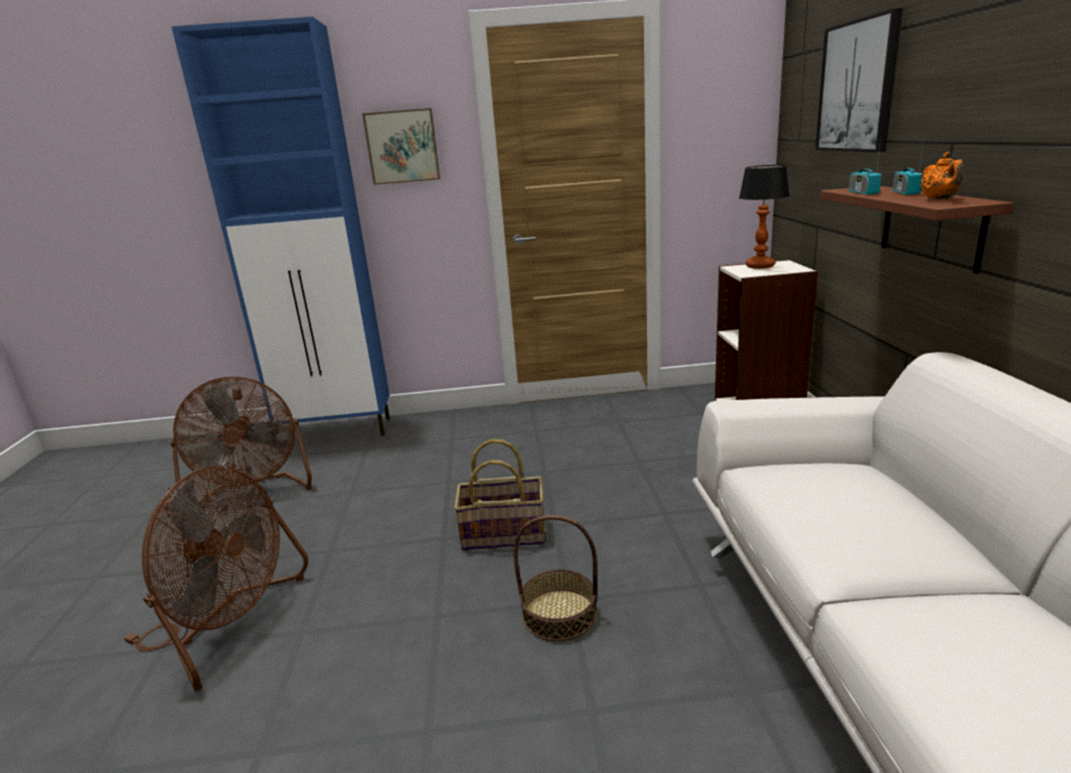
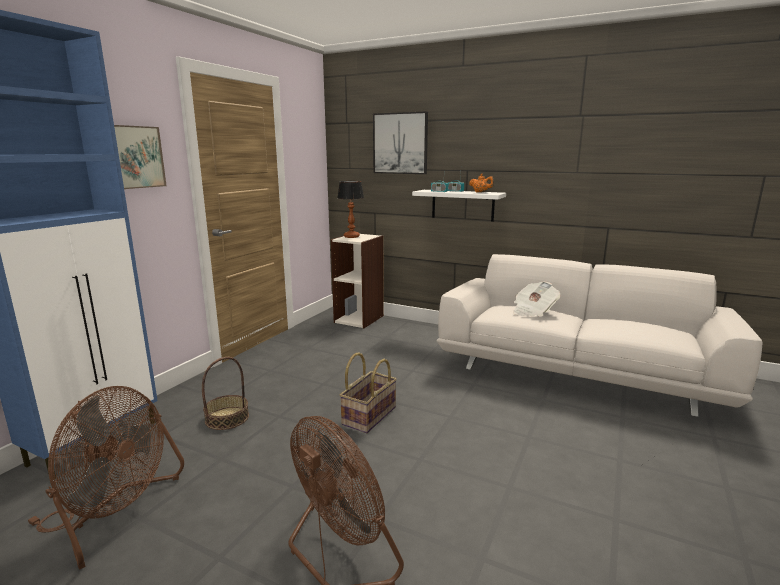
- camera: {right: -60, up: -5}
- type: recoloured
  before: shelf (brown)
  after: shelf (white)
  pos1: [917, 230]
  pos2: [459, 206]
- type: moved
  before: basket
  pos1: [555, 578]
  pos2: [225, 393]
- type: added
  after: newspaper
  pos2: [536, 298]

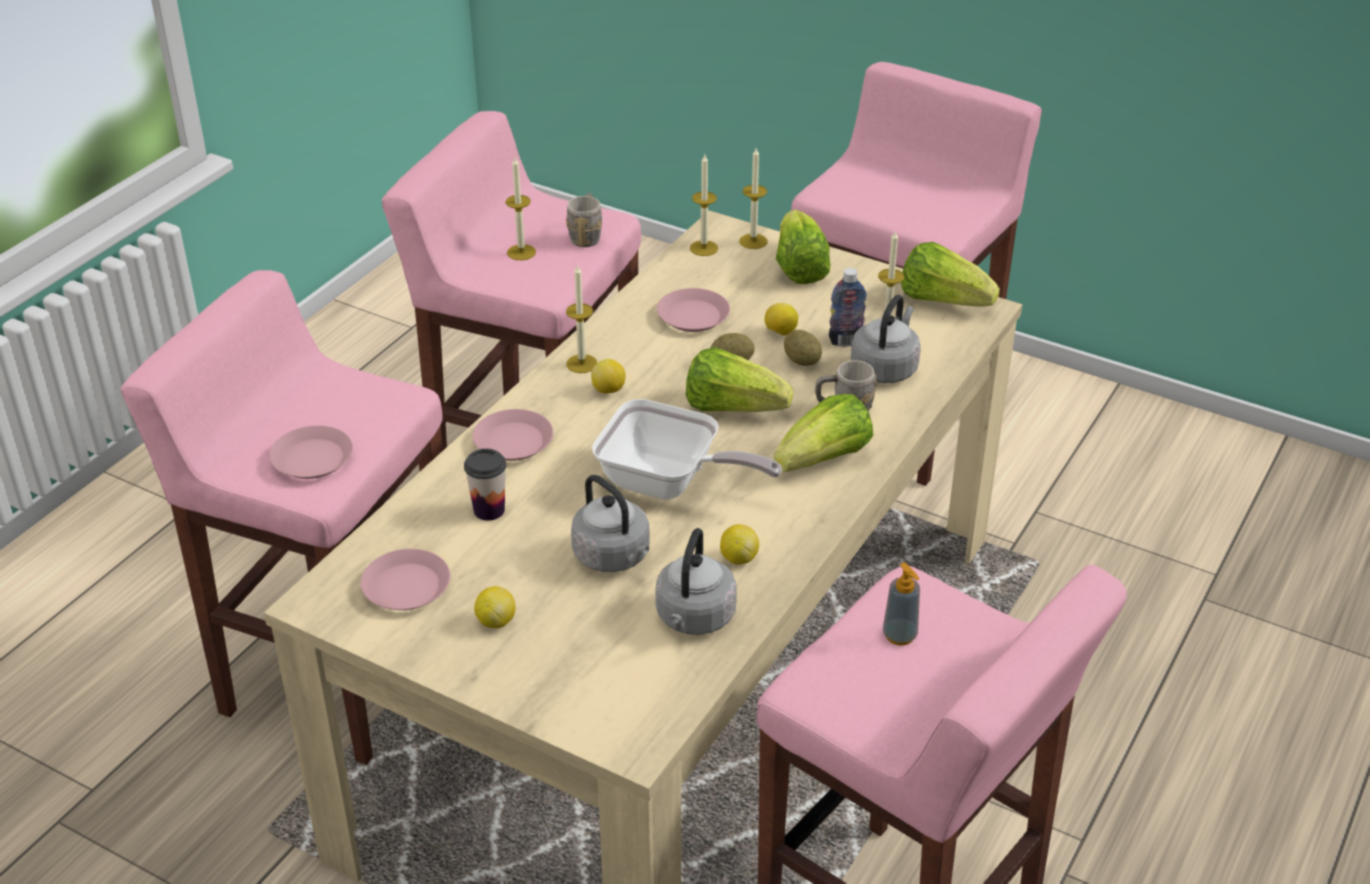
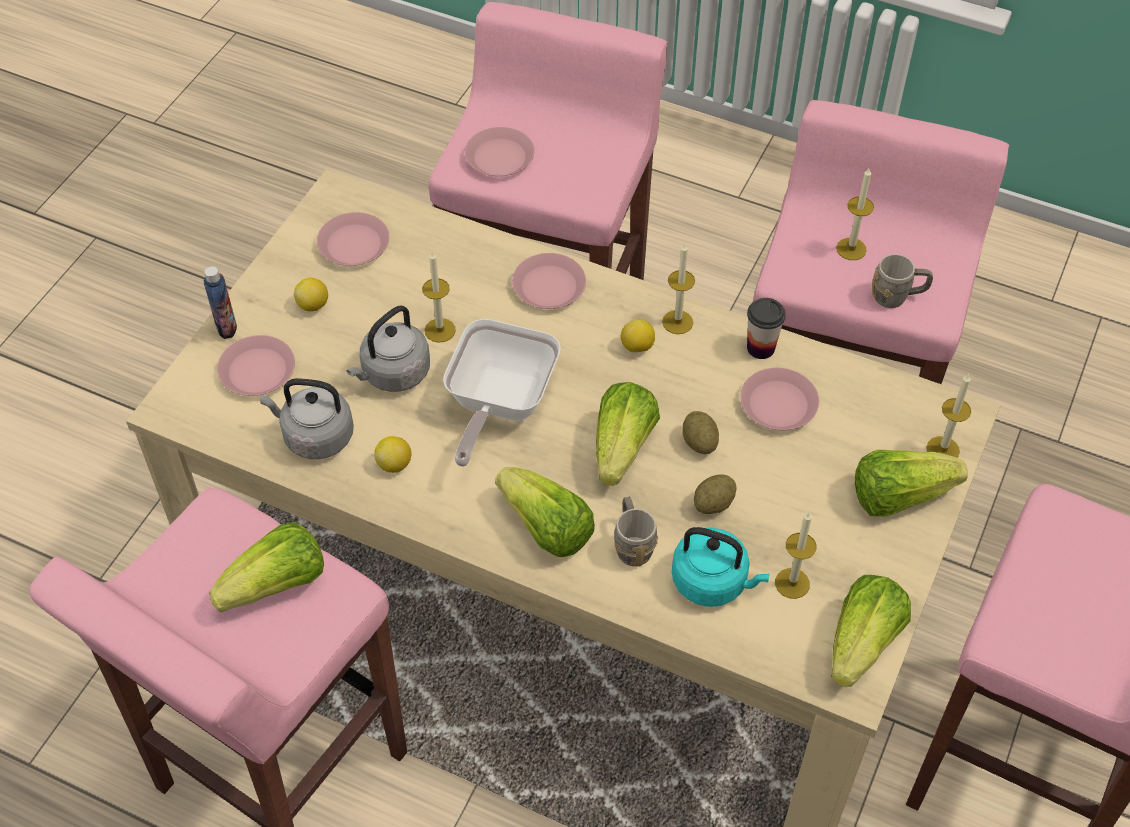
- camera: {right: 85, up: 15}
- type: moved
  before: candle
  pos1: [704, 205]
  pos2: [439, 297]
- type: moved
  before: bottle
  pos1: [848, 307]
  pos2: [220, 302]
- type: recoloured
  before: kettle (grey)
  after: kettle (turquoise)
  pos1: [886, 339]
  pos2: [720, 567]
- type: removed
  before: lemon
  pos1: [781, 319]
- type: moved
  before: cup
  pos1: [485, 485]
  pos2: [766, 328]
- type: replaced
  before: soap dispenser
  after: lettuce
  pos1: [901, 604]
  pos2: [266, 567]
- type: added
  after: plate (pink)
  pos2: [256, 365]

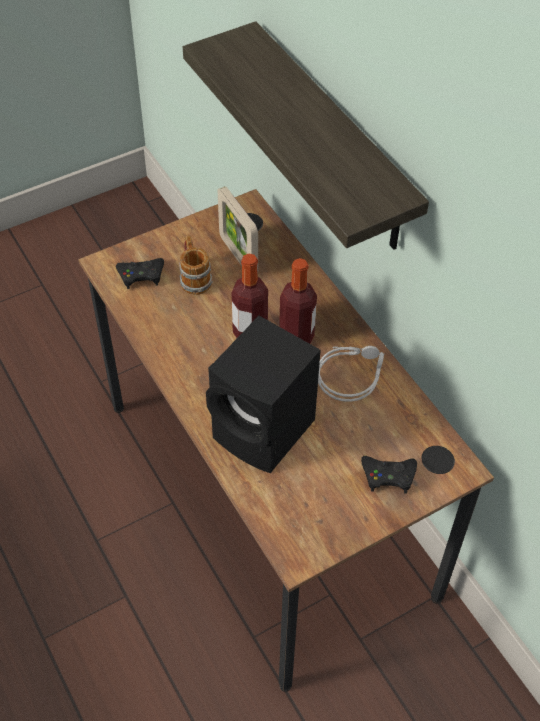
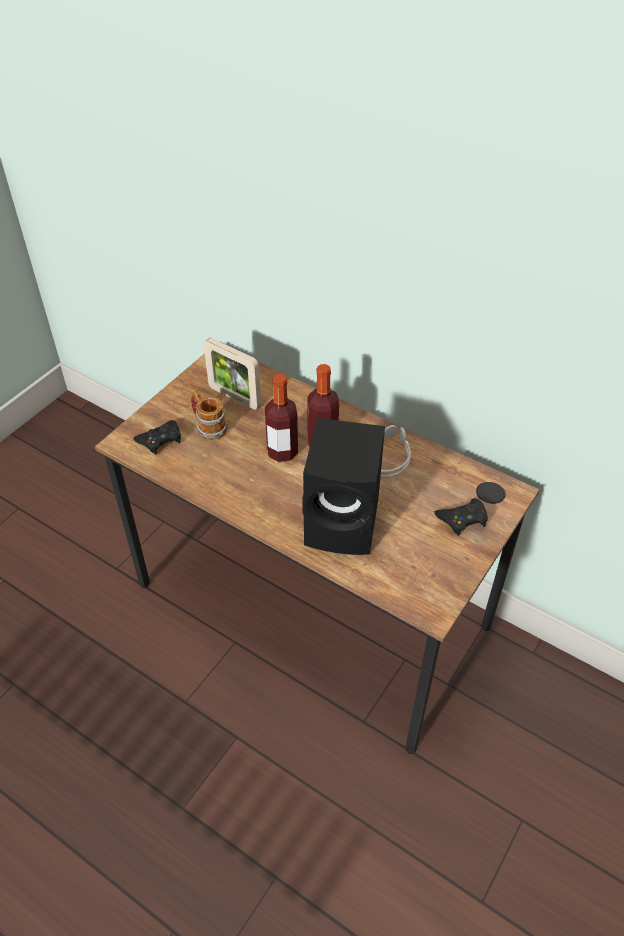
- camera: {right: -25, up: -5}
- type: removed
  before: shelf
  pos1: [306, 135]

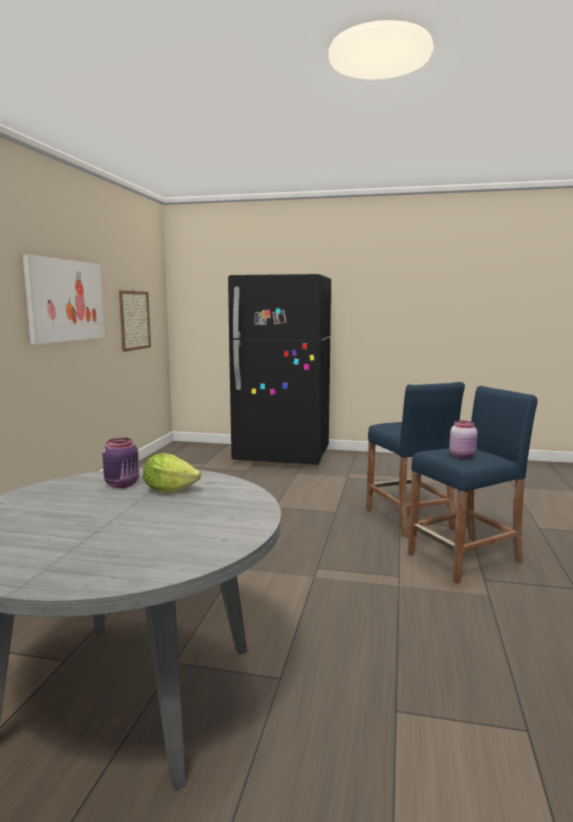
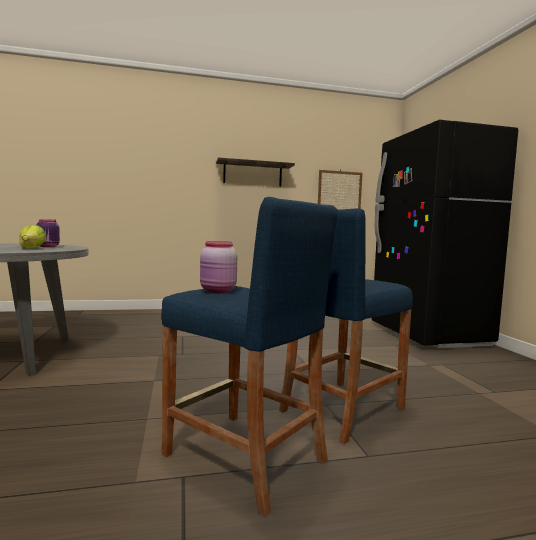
- camera: {right: 65, up: -5}
- type: replaced
  before: picture
  after: shelf
  pos1: [64, 299]
  pos2: [255, 172]

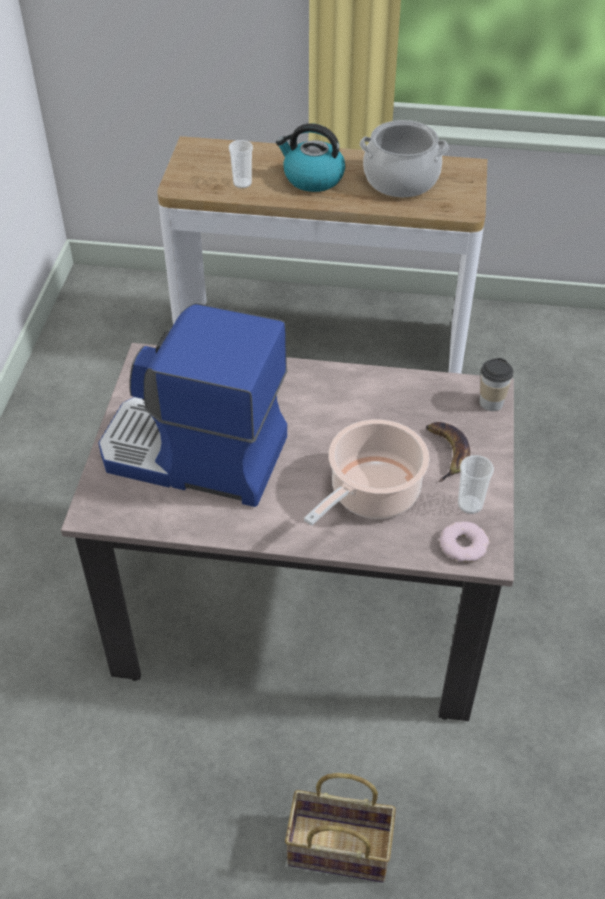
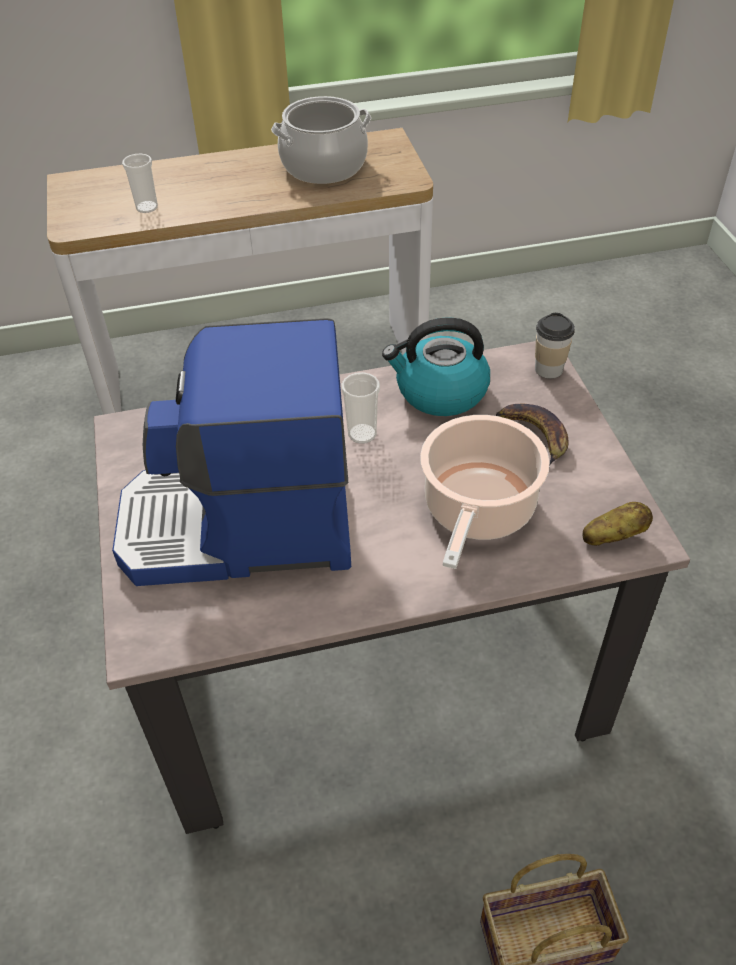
- camera: {right: -20, up: 0}
- type: moved
  before: kettle
  pos1: [310, 157]
  pos2: [436, 367]
- type: moved
  before: cup
  pos1: [476, 484]
  pos2: [360, 408]
- type: replaced
  before: donut
  after: potato
  pos1: [464, 541]
  pos2: [617, 524]

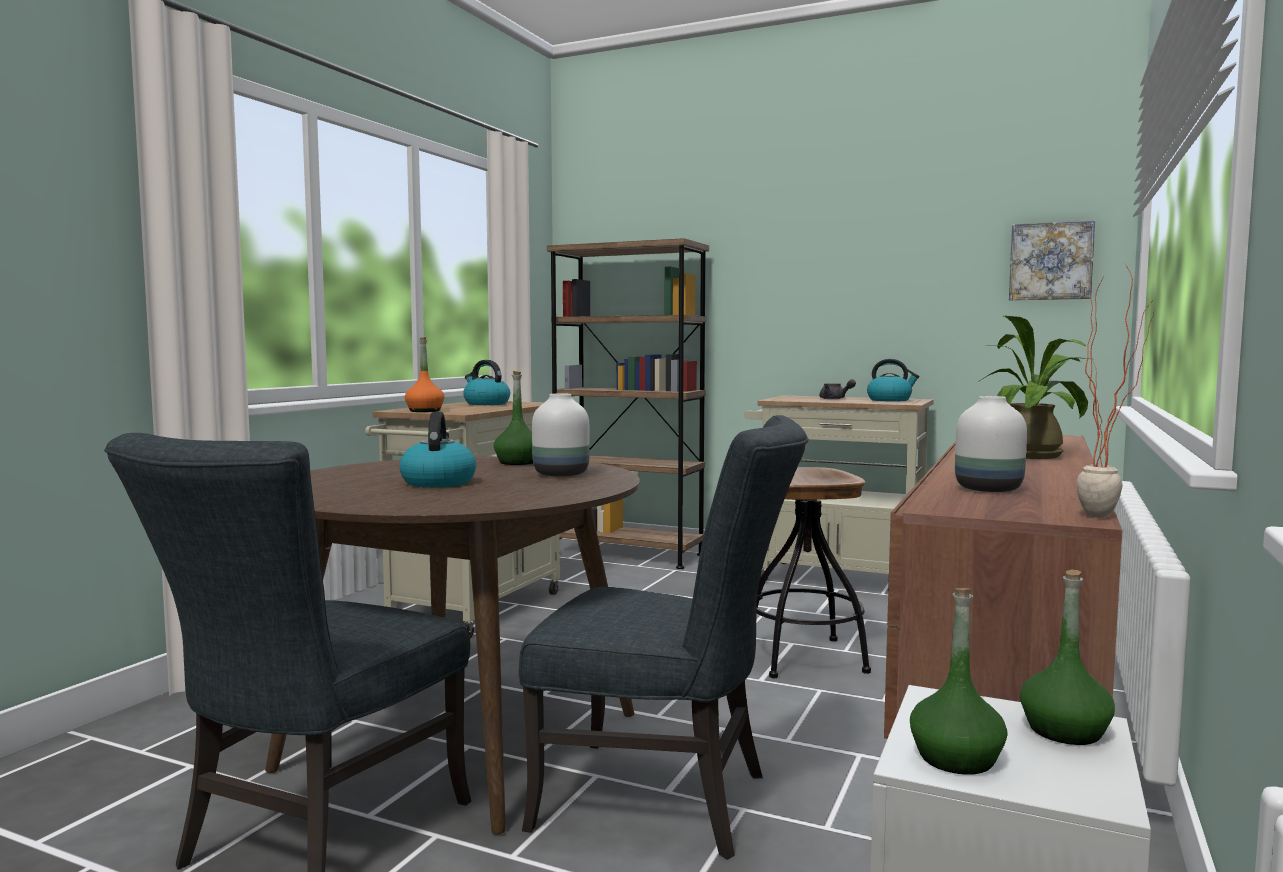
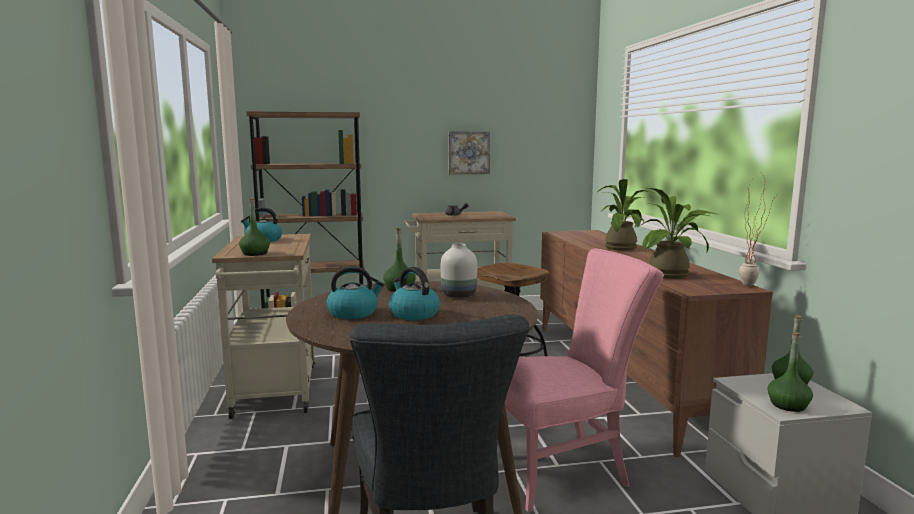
- camera: {right: -35, up: 5}
- type: moved
  before: picture
  pos1: [1052, 260]
  pos2: [469, 153]
- type: recoloured
  before: bottle (orange)
  after: bottle (green)
  pos1: [424, 374]
  pos2: [254, 227]
- type: moved
  before: kettle
  pos1: [893, 380]
  pos2: [355, 292]
- type: replaced
  before: vase (white)
  after: potted plant
  pos1: [991, 444]
  pos2: [679, 233]
- type: recoloured
  before: chair (grey)
  after: chair (pink)
  pos1: [663, 637]
  pos2: [584, 380]

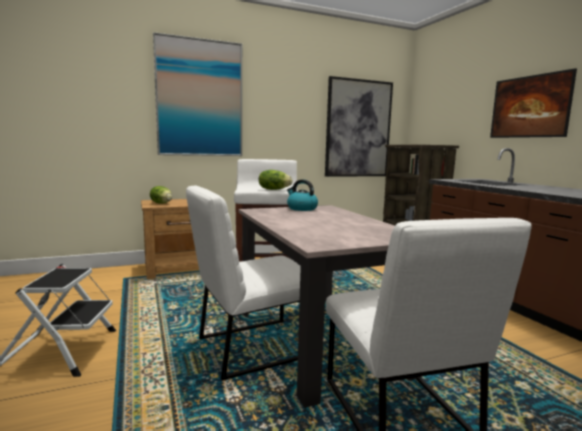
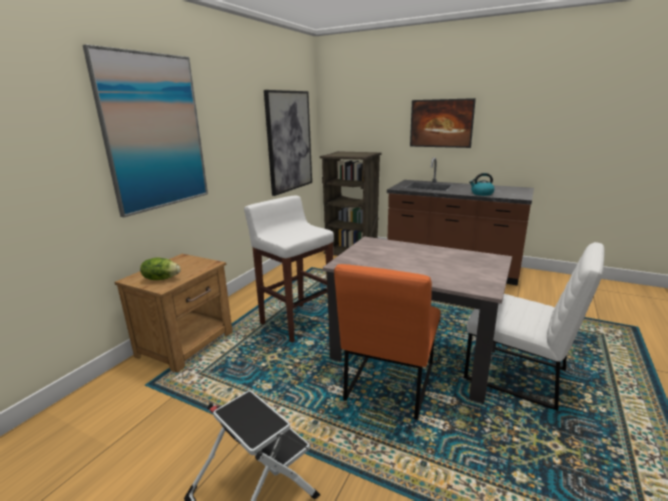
- camera: {right: -40, up: 10}
- type: removed
  before: lettuce
  pos1: [276, 180]
- type: moved
  before: kettle
  pos1: [302, 195]
  pos2: [482, 184]
- type: recoloured
  before: chair (white)
  after: chair (orange)
  pos1: [243, 282]
  pos2: [387, 342]

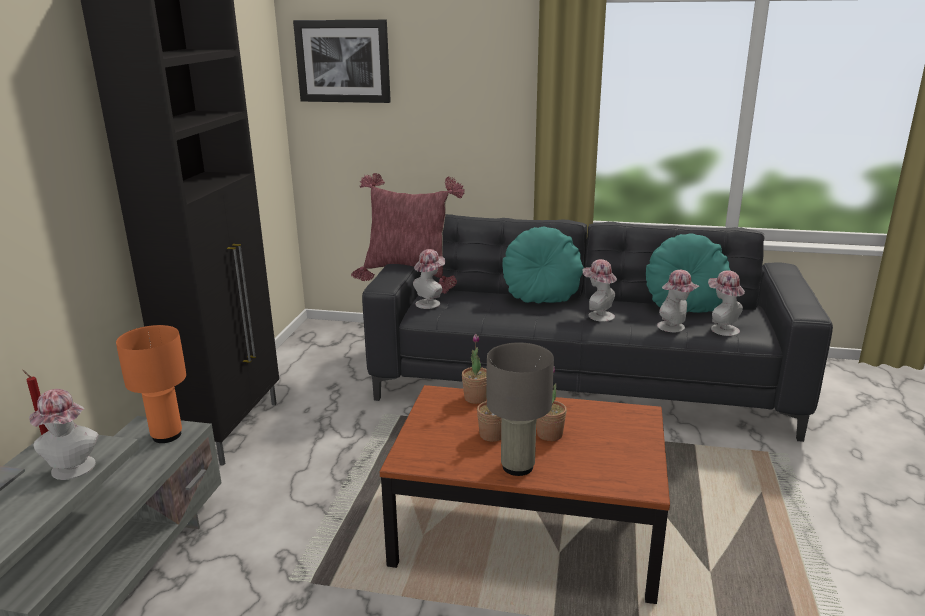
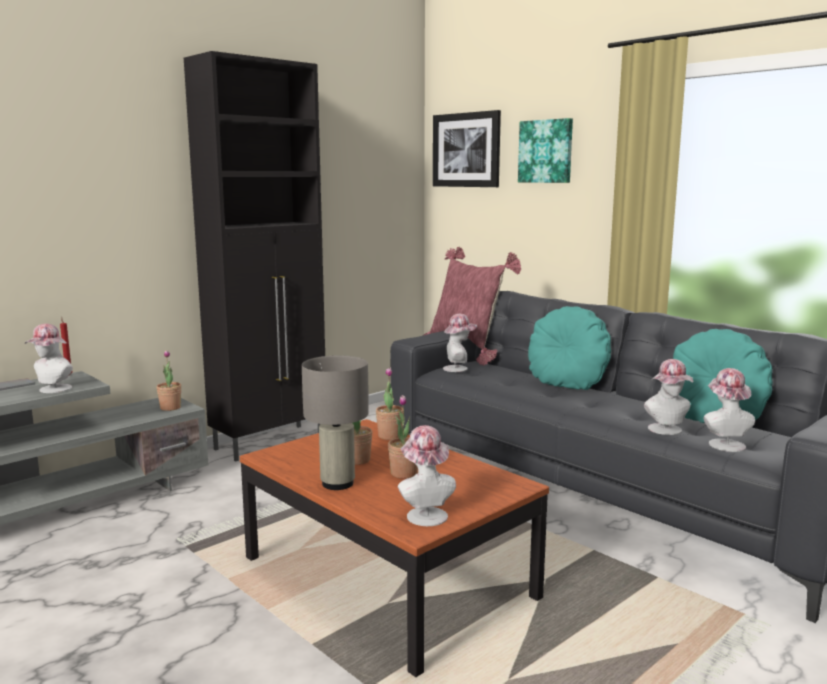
- camera: {right: 35, up: -10}
- type: moved
  before: hat
  pos1: [600, 290]
  pos2: [427, 475]
- type: replaced
  before: table lamp (orange)
  after: potted plant
  pos1: [151, 384]
  pos2: [168, 380]
- type: added
  after: picture
  pos2: [545, 150]

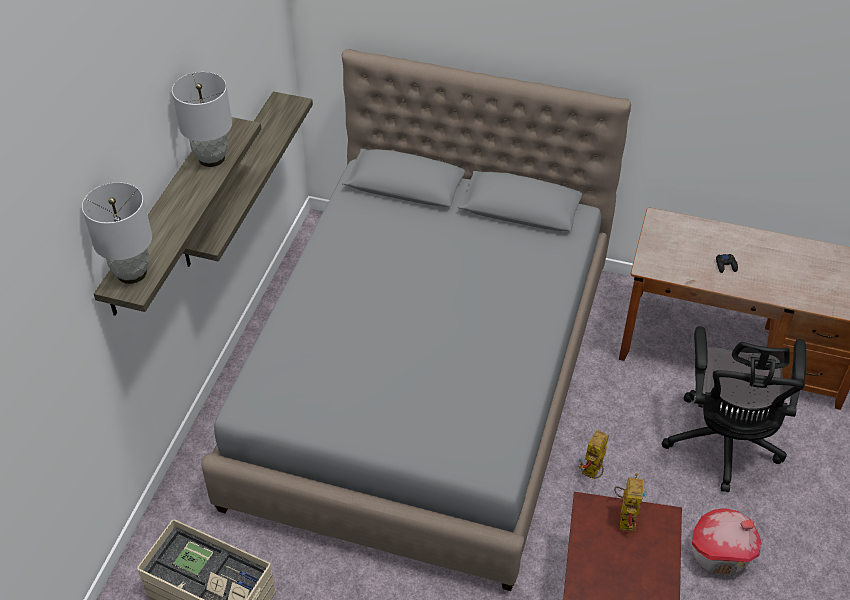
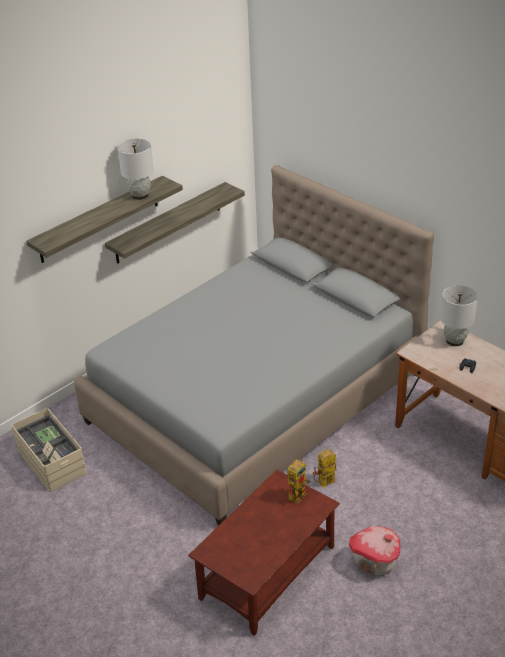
- camera: {right: 30, up: -10}
- type: moved
  before: table lamp (white)
  pos1: [117, 233]
  pos2: [459, 315]
- type: removed
  before: office chair
  pos1: [734, 409]

